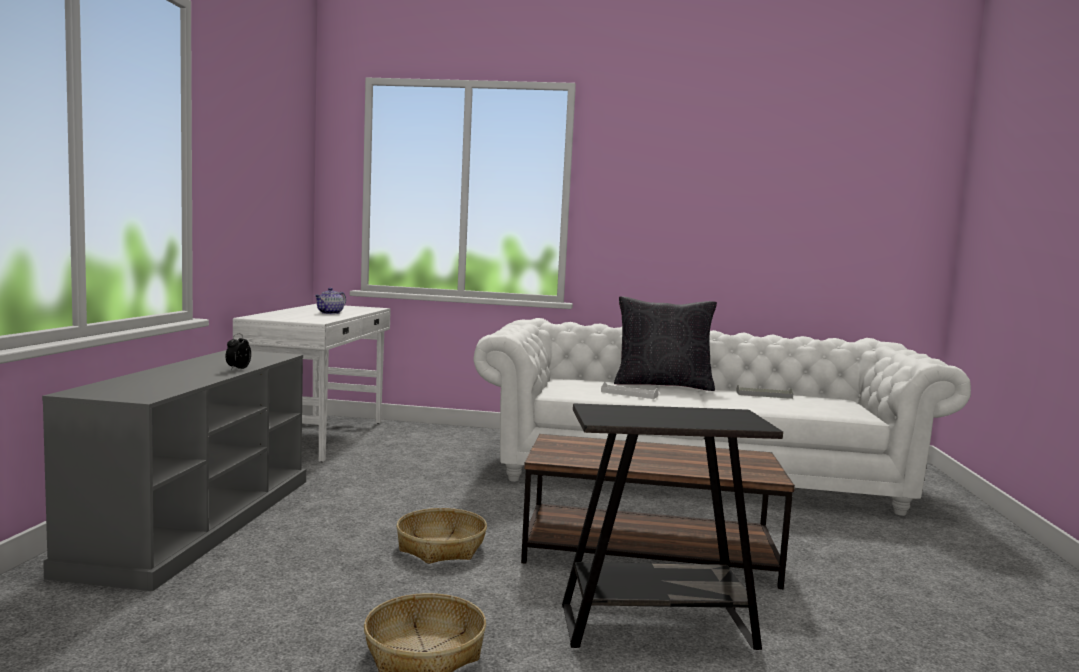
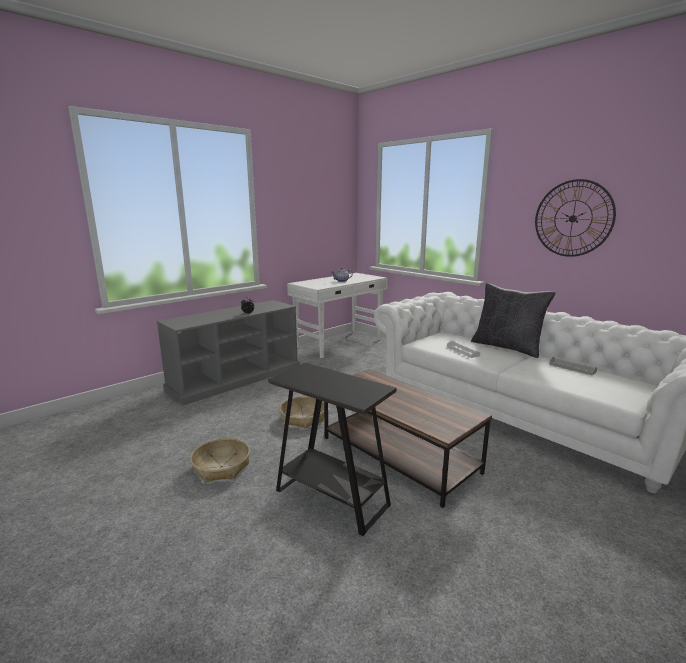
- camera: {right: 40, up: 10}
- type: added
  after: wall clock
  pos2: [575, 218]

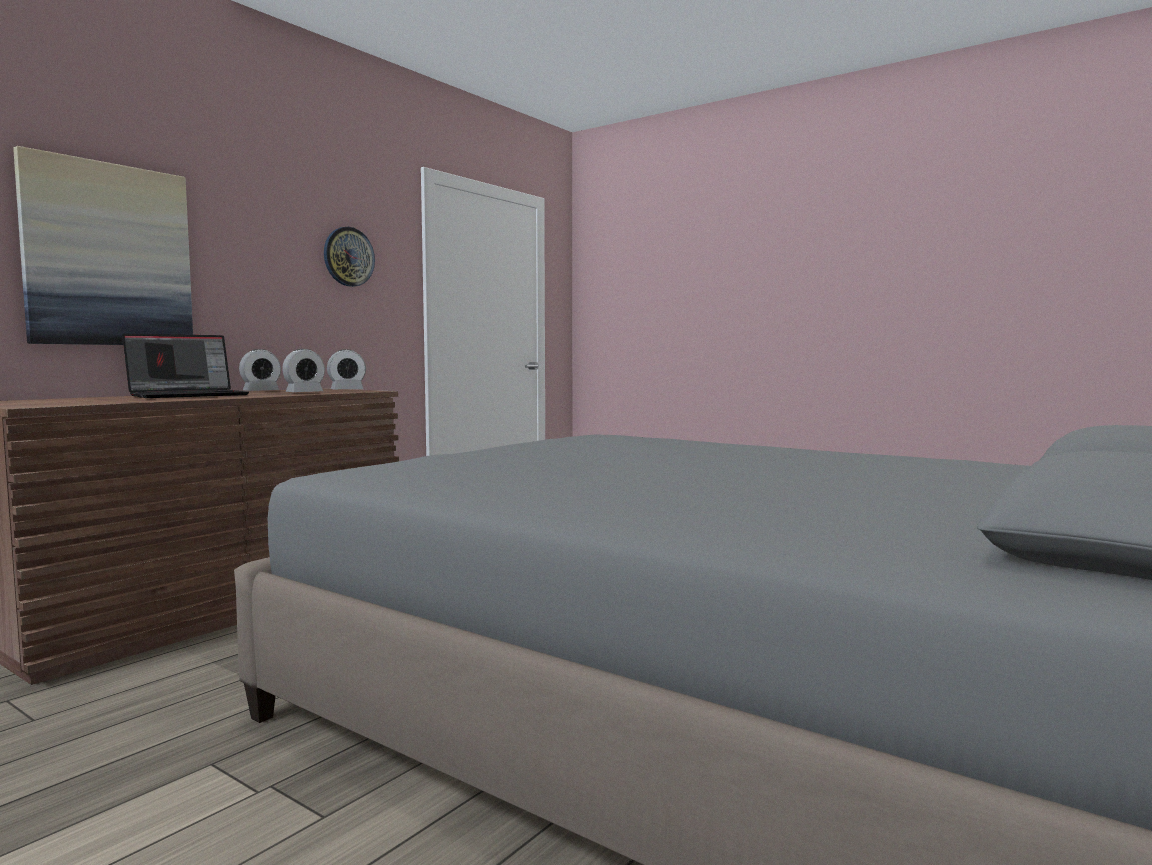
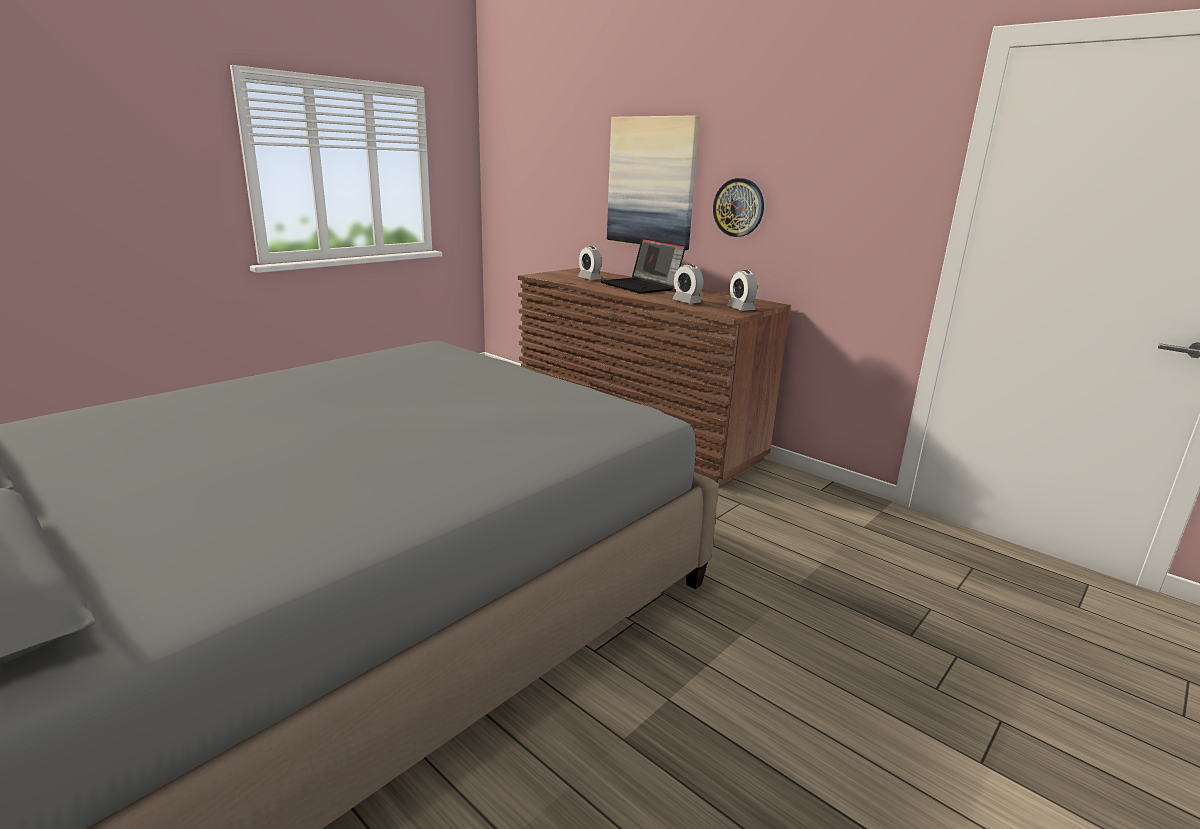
- camera: {right: 95, up: 15}
- type: moved
  before: wall clock
  pos1: [349, 257]
  pos2: [738, 207]
- type: moved
  before: alarm clock
  pos1: [260, 370]
  pos2: [590, 263]

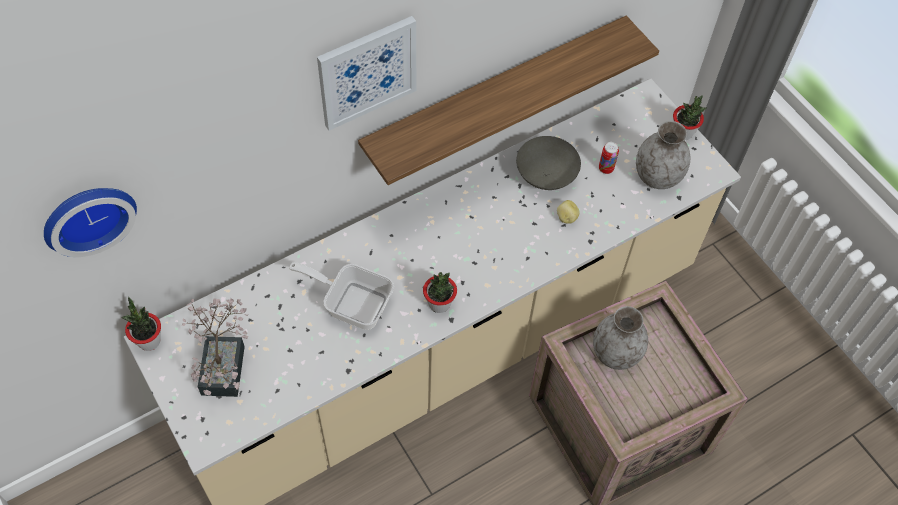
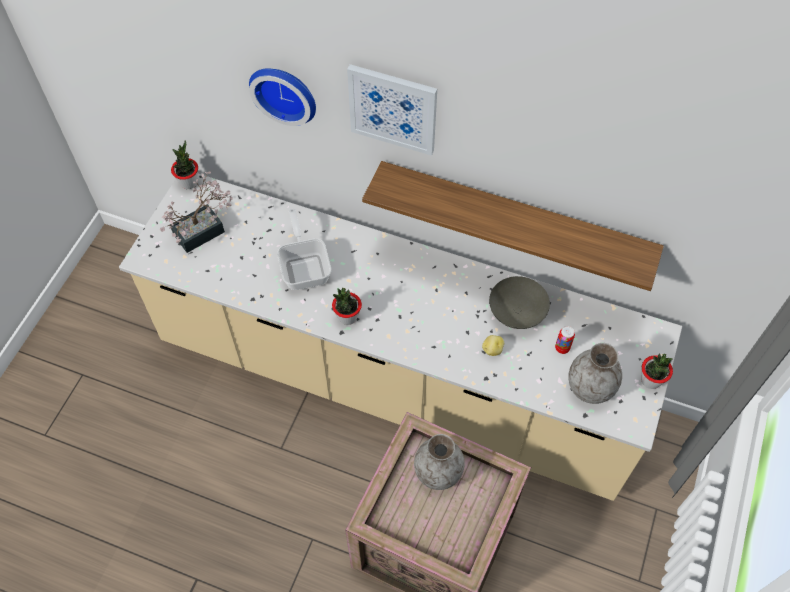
- camera: {right: 55, up: 0}
- type: moved
  before: wall clock
  pos1: [90, 222]
  pos2: [282, 97]

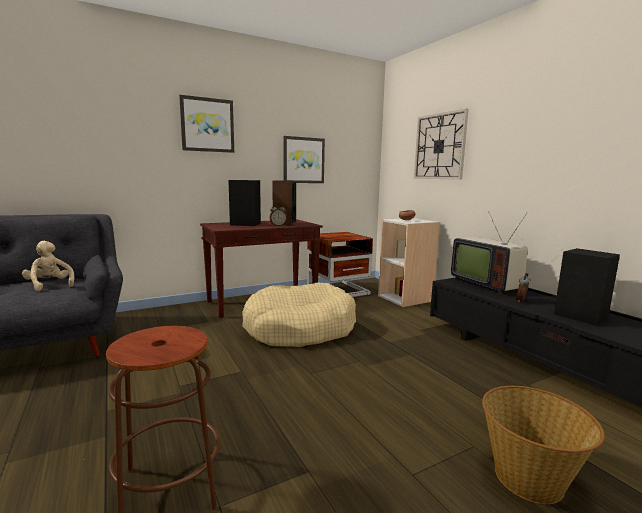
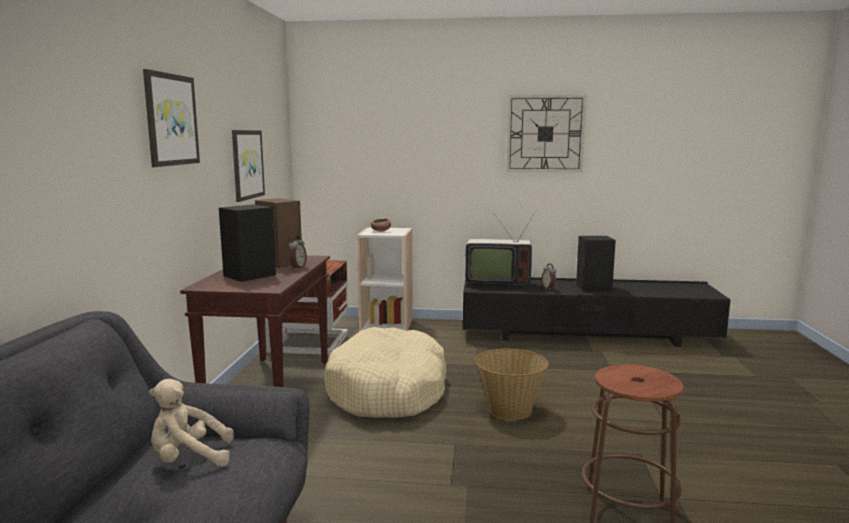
- camera: {right: -55, up: 0}
- type: moved
  before: wall clock
  pos1: [441, 144]
  pos2: [546, 133]
- type: moved
  before: basket
  pos1: [543, 445]
  pos2: [512, 384]

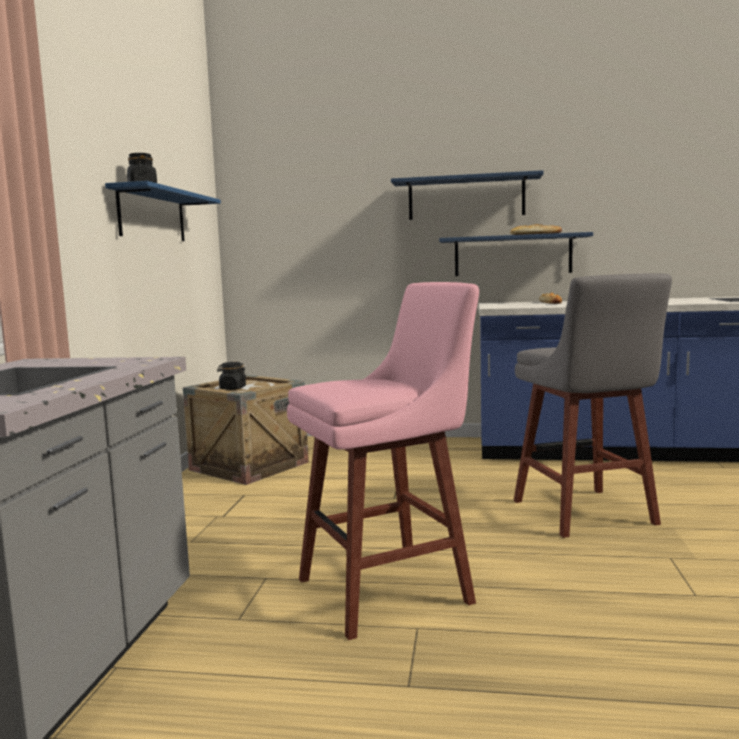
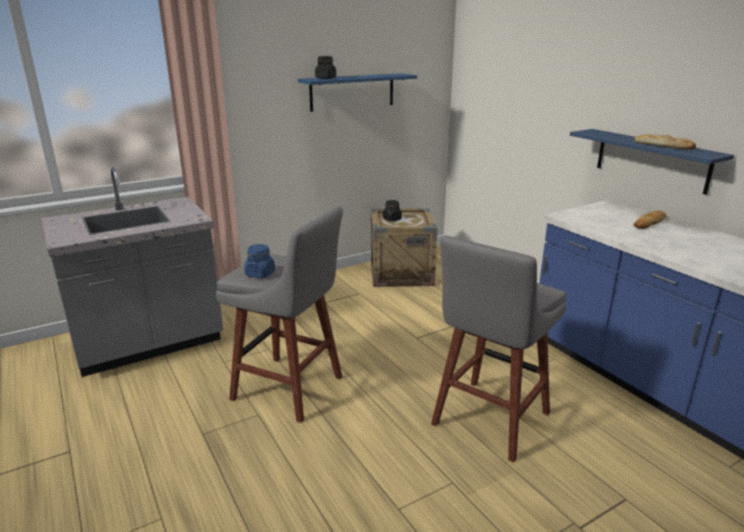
- camera: {right: 50, up: 15}
- type: removed
  before: shelf (blue)
  pos1: [467, 195]
- type: recoloured
  before: stool (pink)
  after: stool (grey)
  pos1: [383, 461]
  pos2: [279, 314]
- type: added
  after: jar (blue)
  pos2: [259, 261]

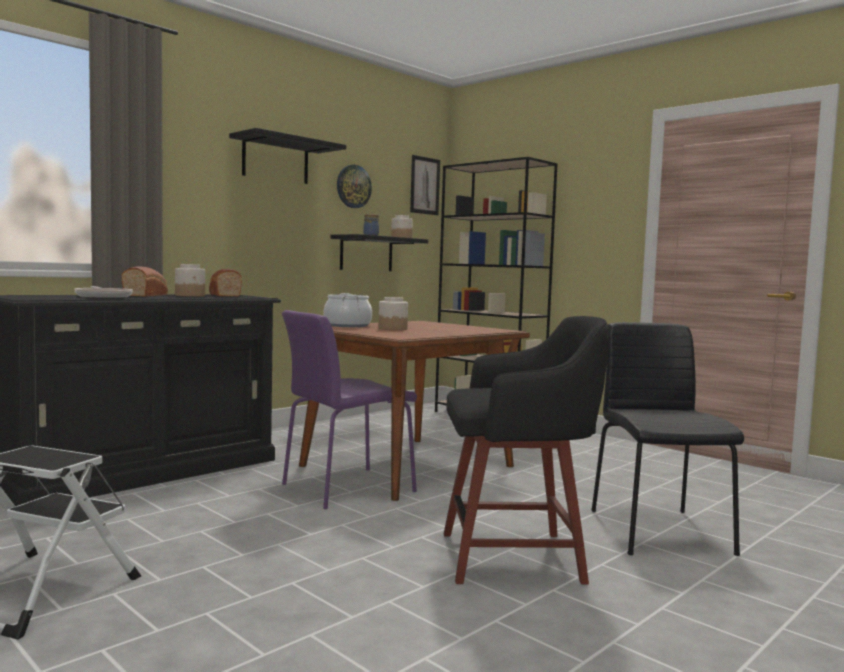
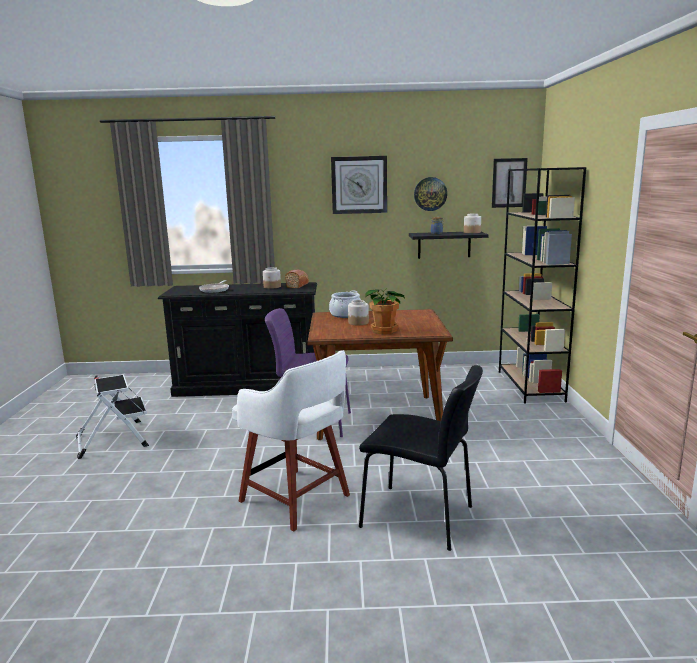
- camera: {right: 45, up: 10}
- type: replaced
  before: shelf (black)
  after: wall clock
  pos1: [287, 156]
  pos2: [359, 185]
- type: removed
  before: bread
  pos1: [144, 281]
- type: recoloured
  before: stool (black)
  after: stool (white)
  pos1: [526, 450]
  pos2: [291, 441]
- type: turned
  before: chair (black)
  pos1: [667, 439]
  pos2: [421, 458]
  turn: 75
- type: added
  after: potted plant
  pos2: [385, 311]

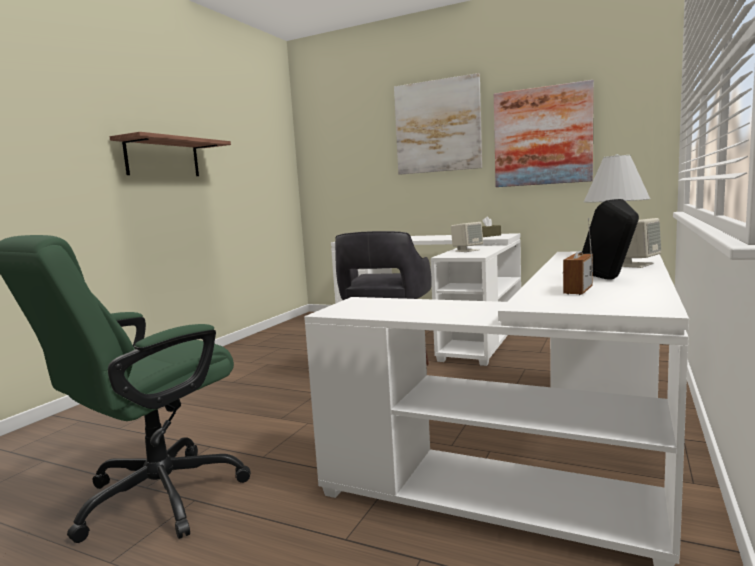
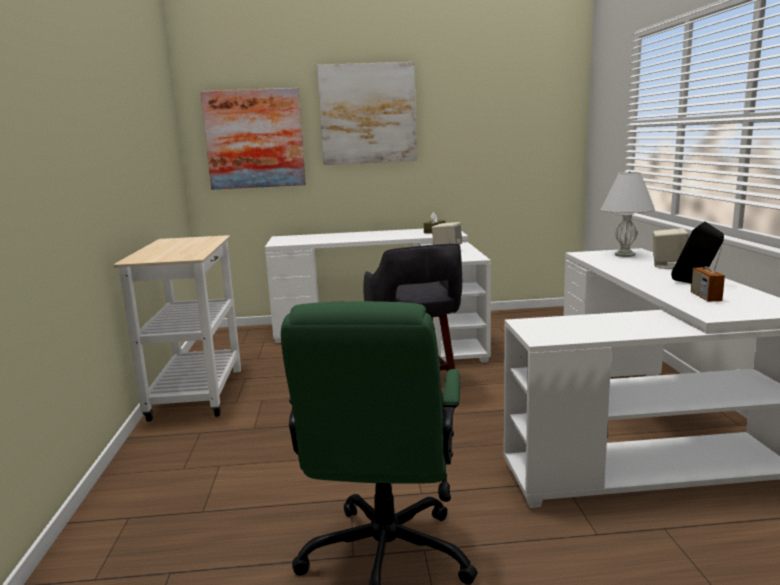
- camera: {right: -30, up: 5}
- type: moved
  before: picture
  pos1: [544, 133]
  pos2: [253, 138]
- type: removed
  before: shelf
  pos1: [170, 154]
- type: added
  after: cart (white)
  pos2: [177, 328]

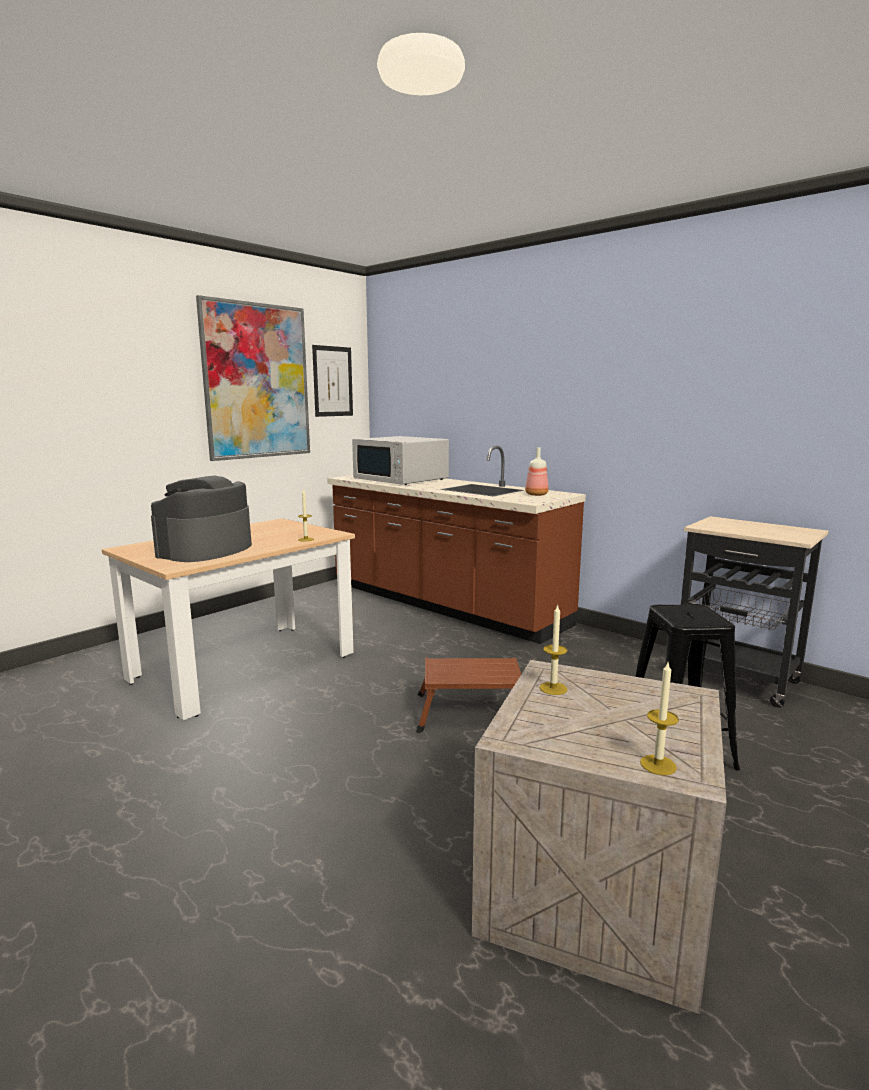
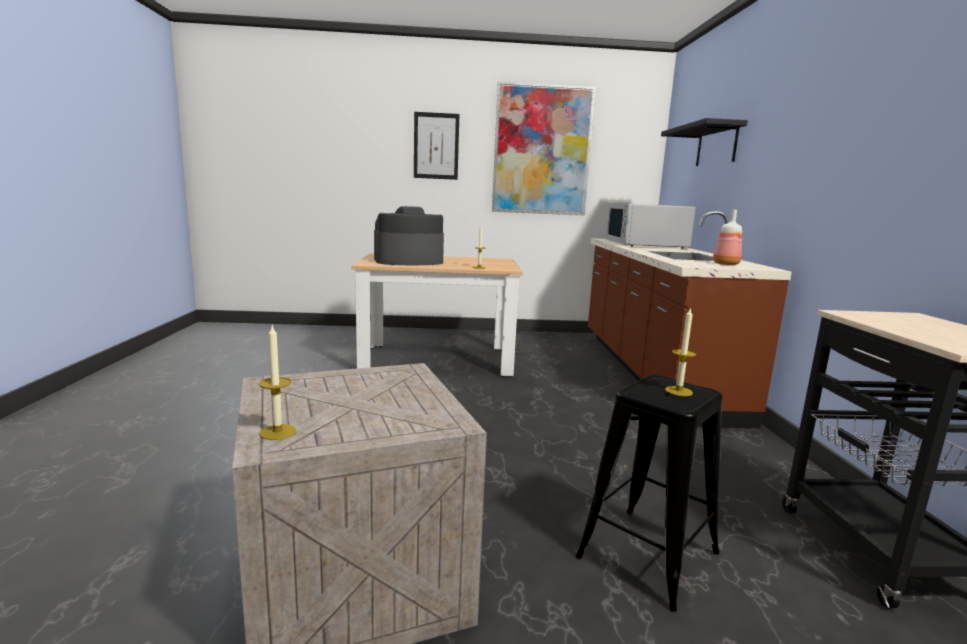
- camera: {right: 45, up: 0}
- type: moved
  before: picture
  pos1: [332, 381]
  pos2: [436, 146]
- type: moved
  before: candle
  pos1: [553, 649]
  pos2: [680, 351]
- type: removed
  before: step ladder (brown)
  pos1: [468, 695]
- type: added
  after: shelf (black)
  pos2: [704, 142]

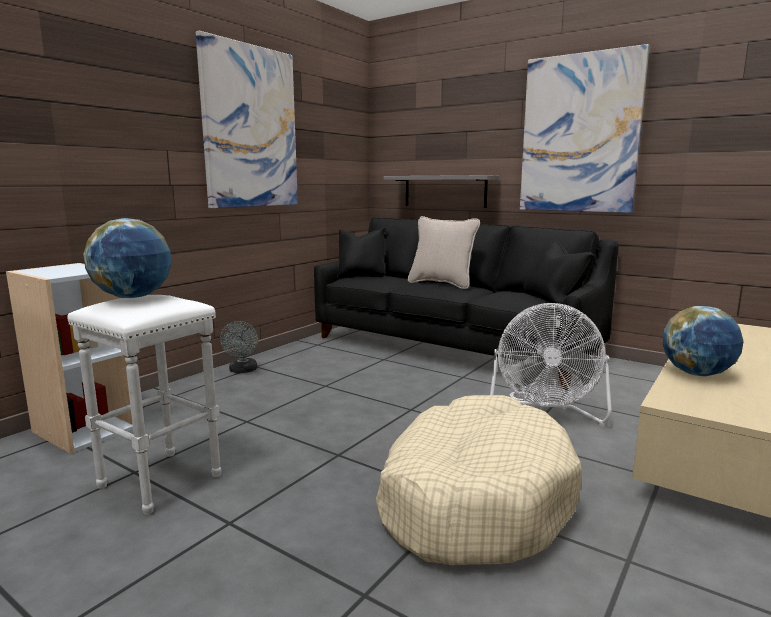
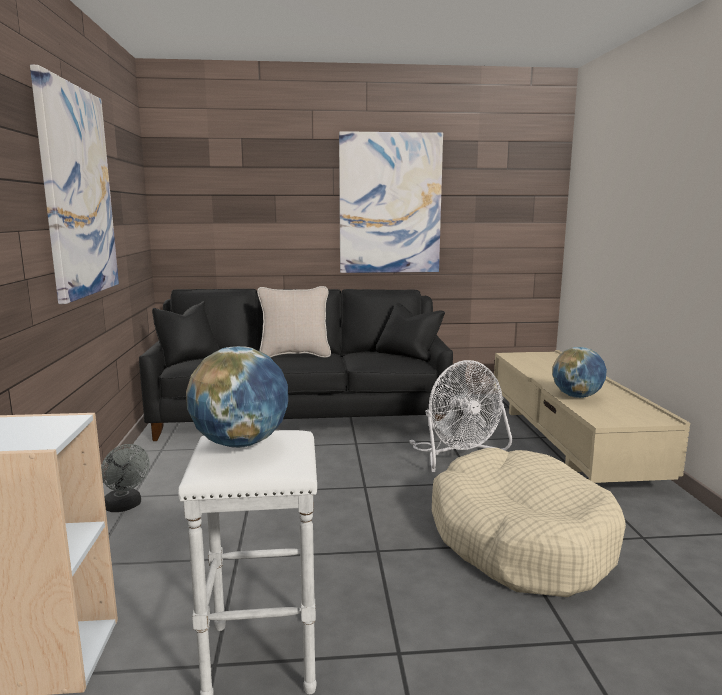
- camera: {right: -40, up: 0}
- type: removed
  before: shelf (grey)
  pos1: [441, 191]

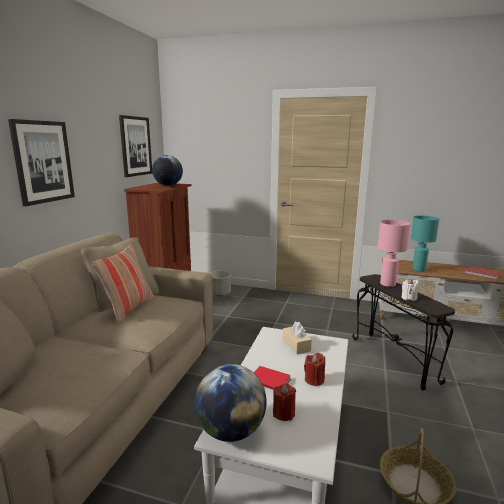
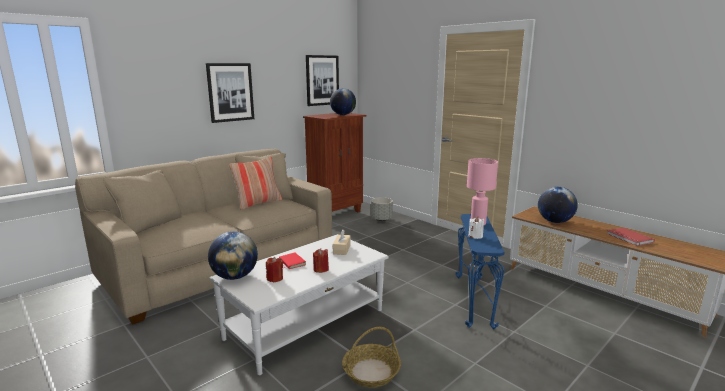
- camera: {right: 30, up: 0}
- type: replaced
  before: table lamp (turquoise)
  after: globe
  pos1: [425, 244]
  pos2: [558, 205]
- type: recoloured
  before: side table (black)
  after: side table (blue)
  pos1: [403, 332]
  pos2: [480, 271]

